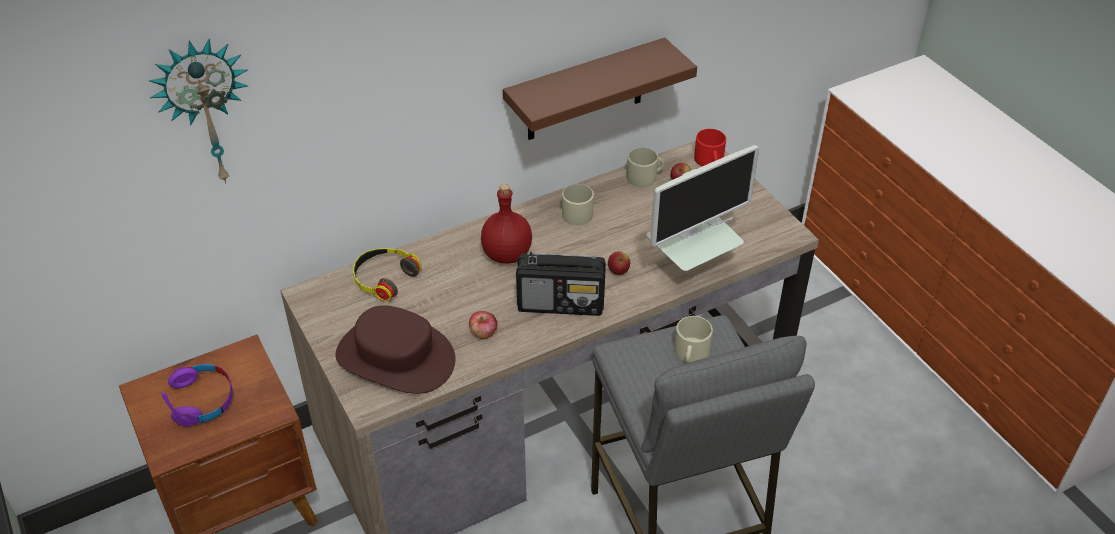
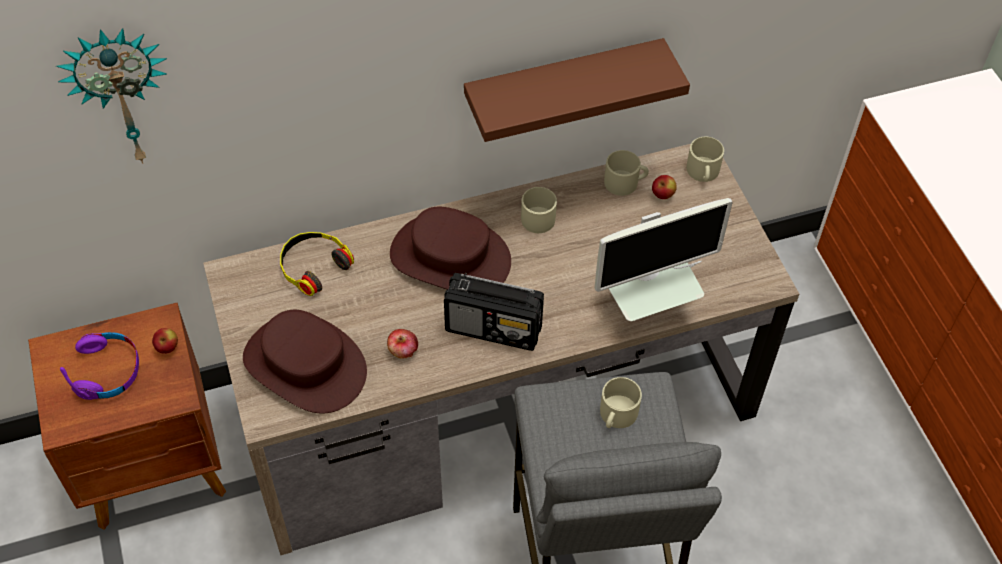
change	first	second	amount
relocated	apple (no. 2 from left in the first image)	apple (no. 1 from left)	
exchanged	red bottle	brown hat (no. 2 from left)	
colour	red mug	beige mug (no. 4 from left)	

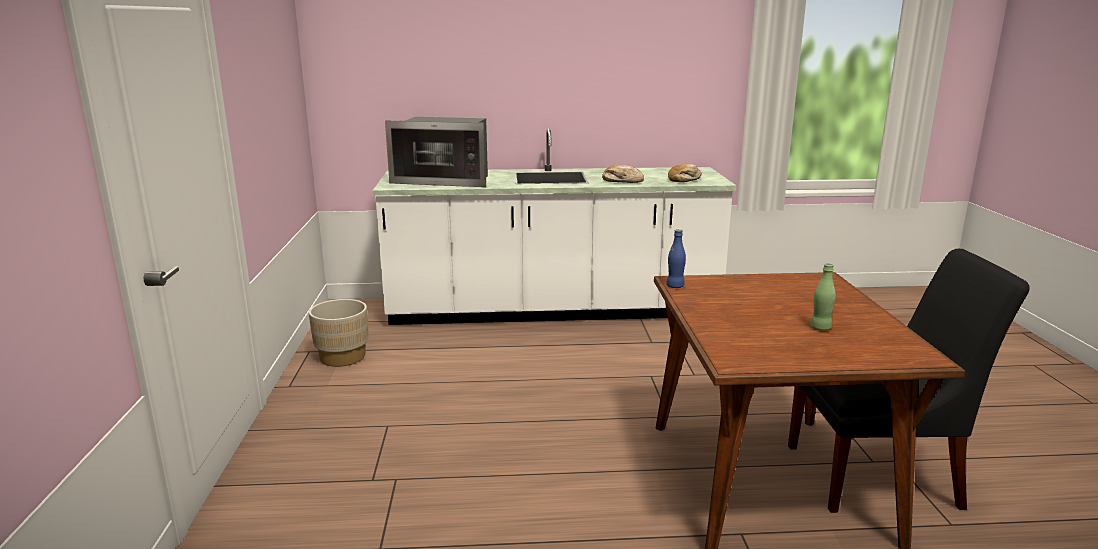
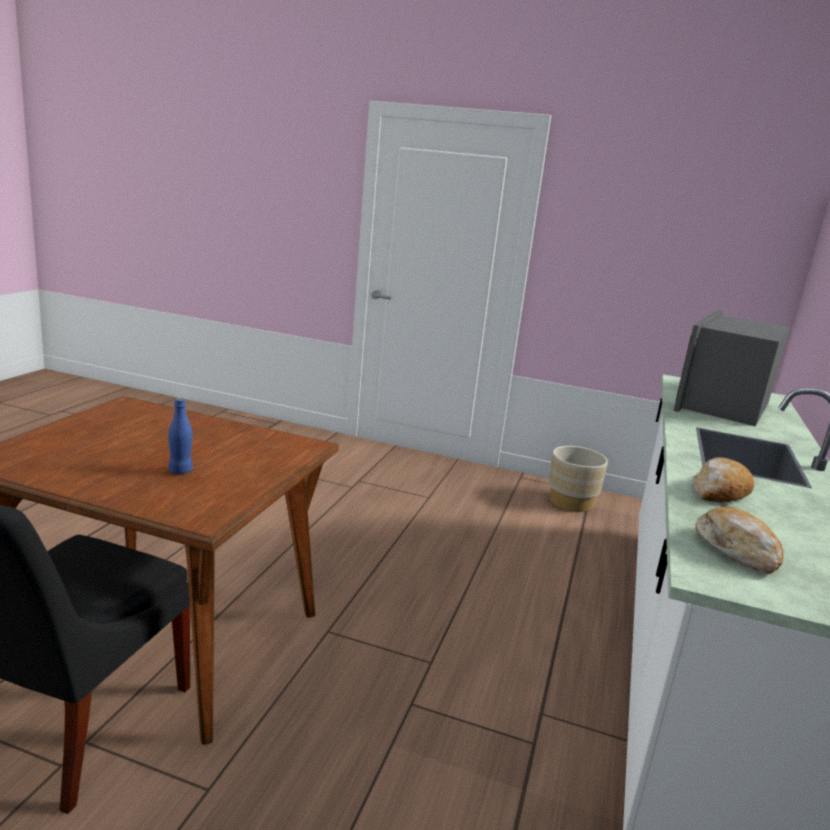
change	first	second	amount
missing	green bottle		
relocated	blue bottle		

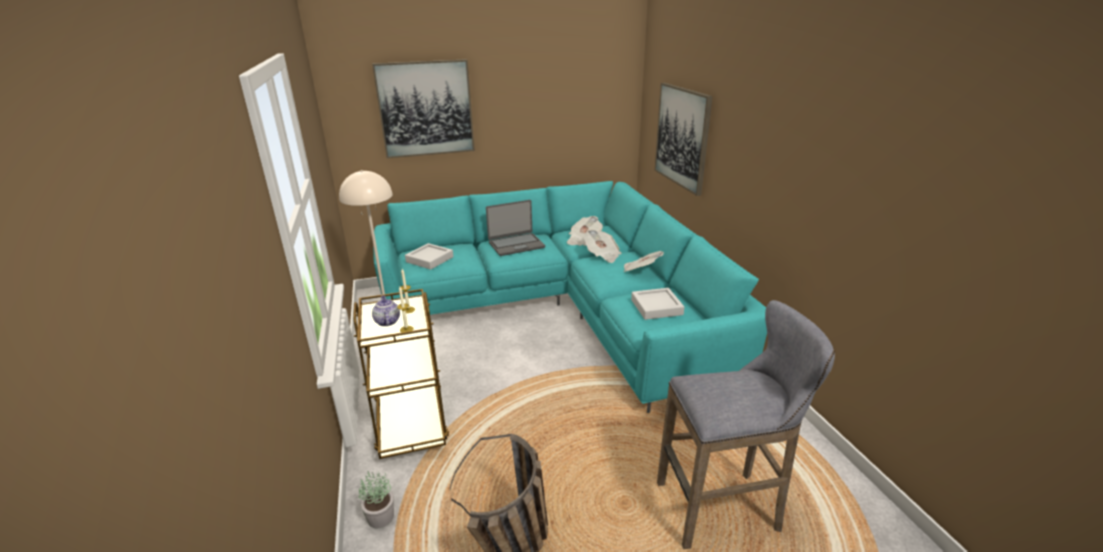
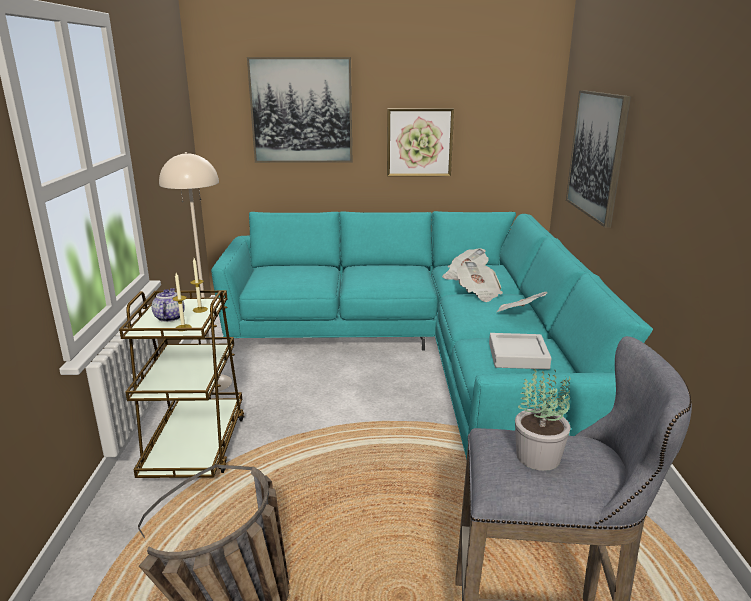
change	first	second	amount
missing	grey tray (no. 1 from left)		
missing	laptop		
appeared		picture (no. 2 from left)	
relocated	potted plant		

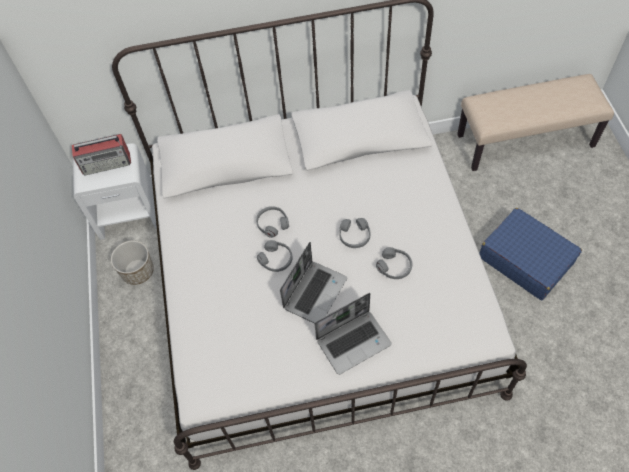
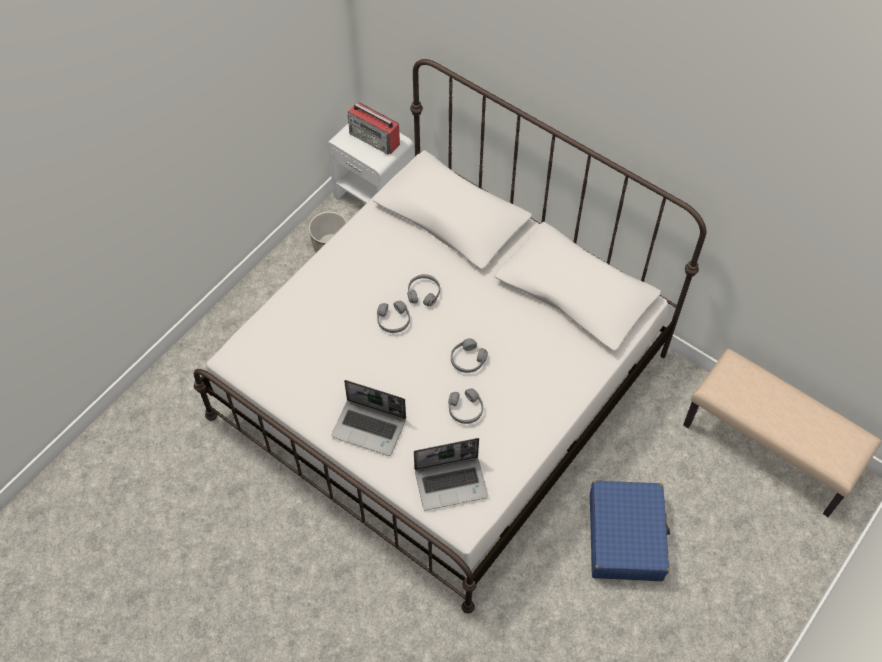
change	first	second	amount
relocated	laptop (no. 1 from left in the first image)	laptop (no. 2 from left)	

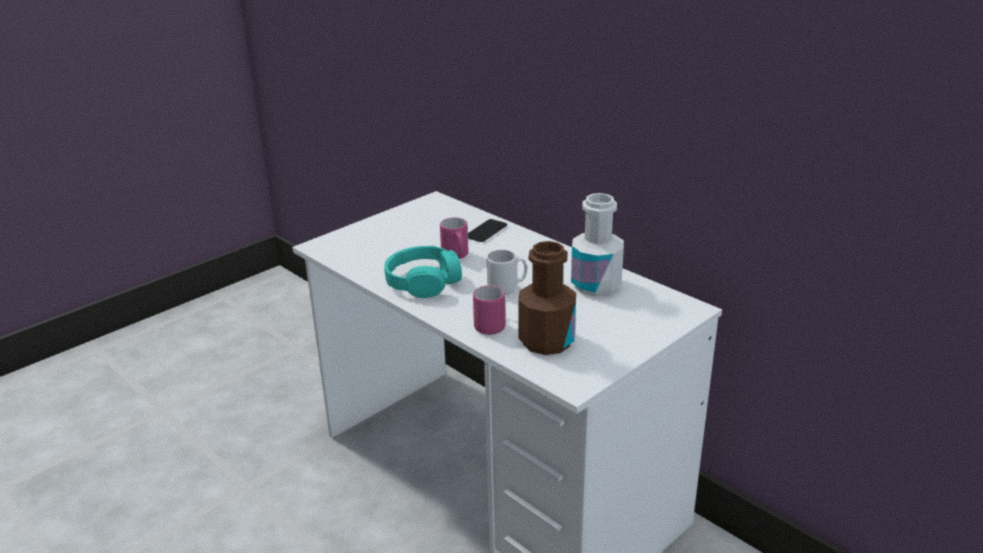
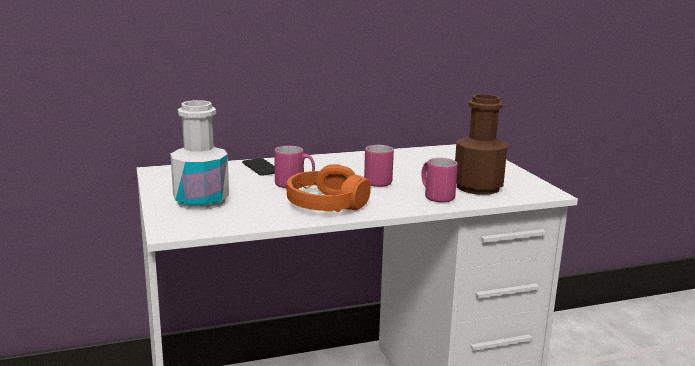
change	first	second	amount
relocated	white bottle		
colour	turquoise headphones	orange headphones	
colour	white mug	pink mug (no. 2 from left)	

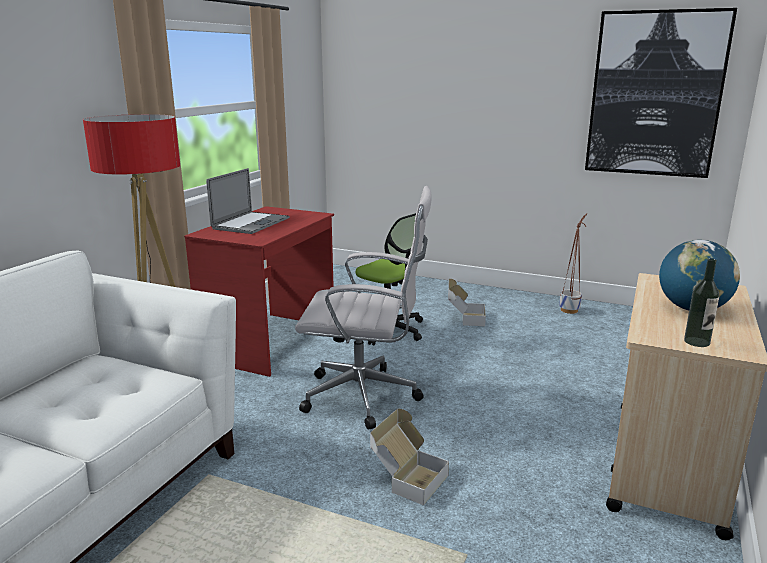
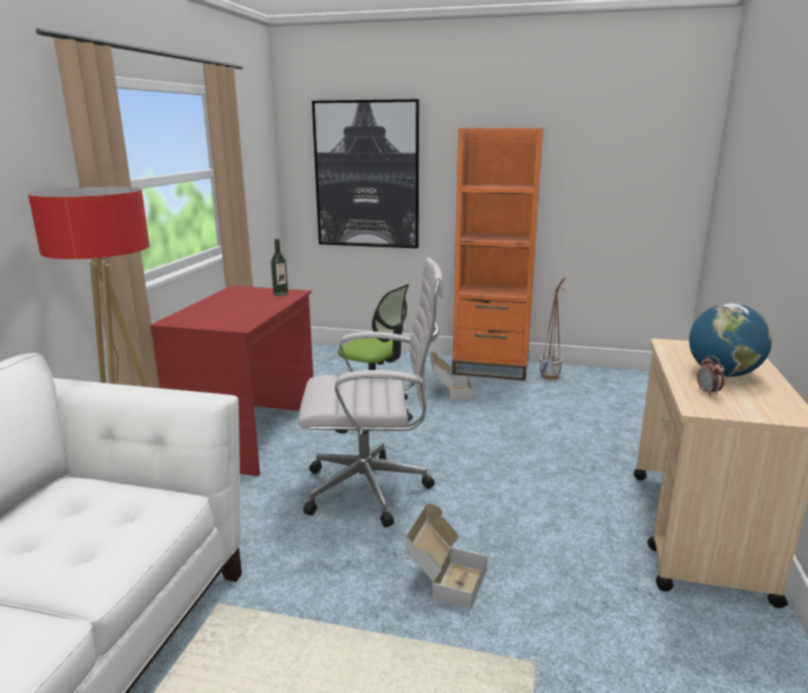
change	first	second	amount
missing	laptop		
appeared		orange bookcase	
appeared		alarm clock	
relocated	picture		
relocated	bottle		

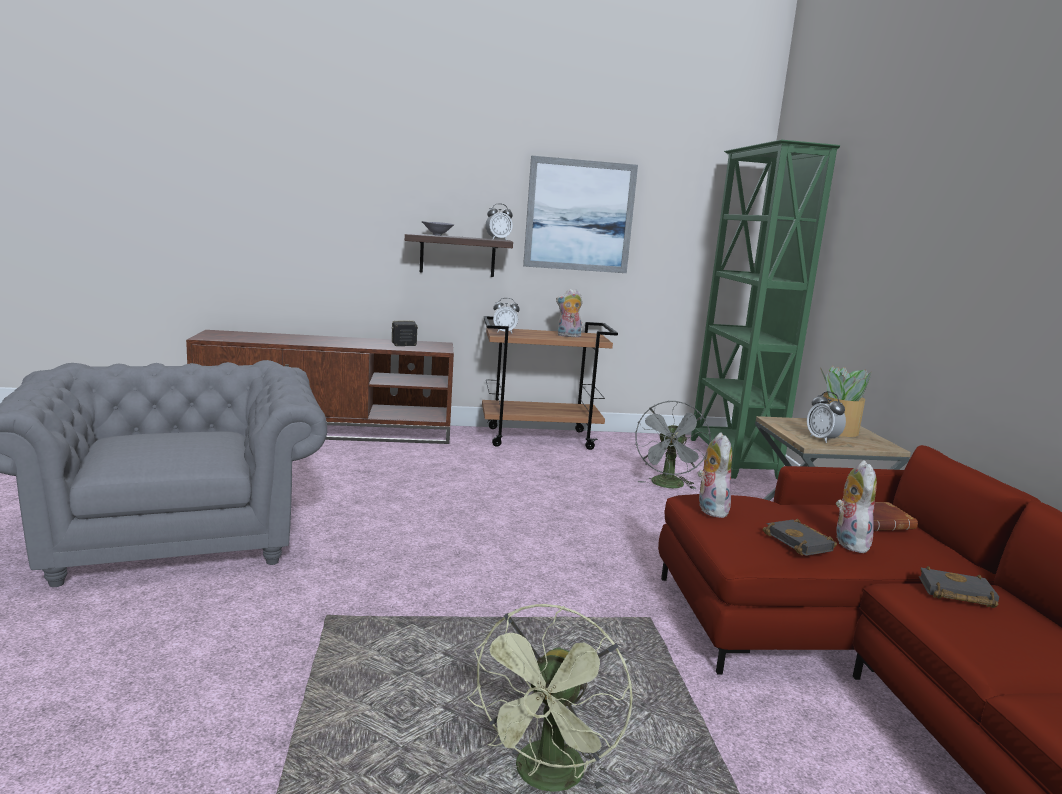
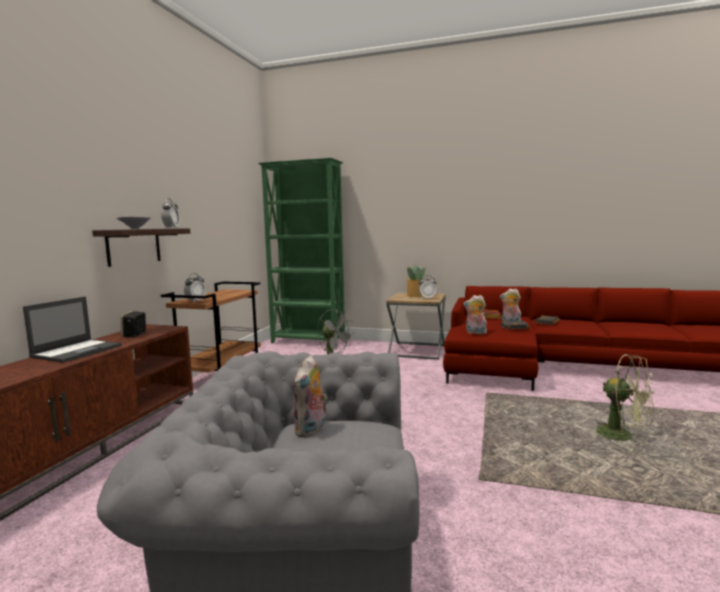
change	first	second	amount
missing	picture		
appeared		laptop	
relocated	plush toy (no. 1 from left)		

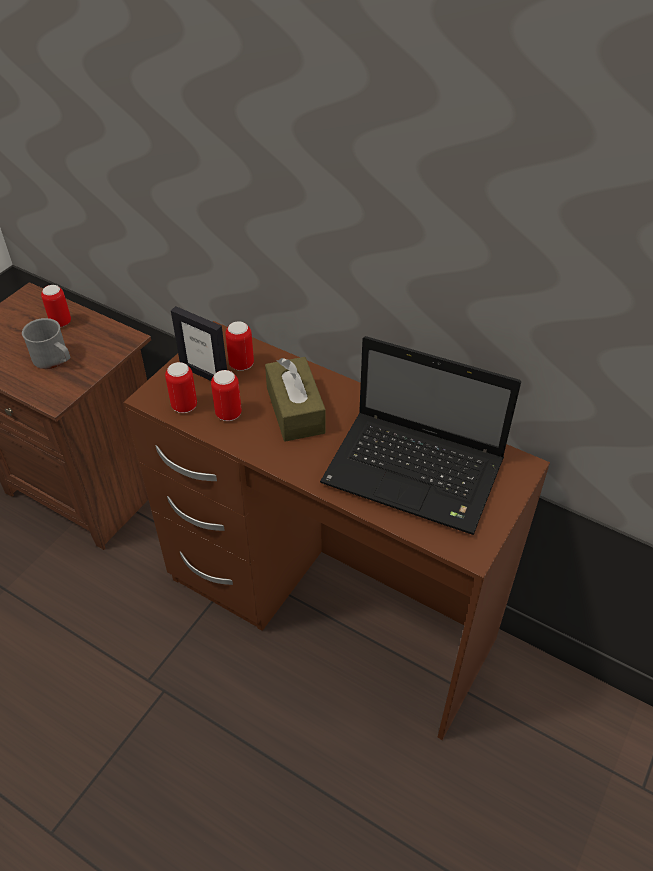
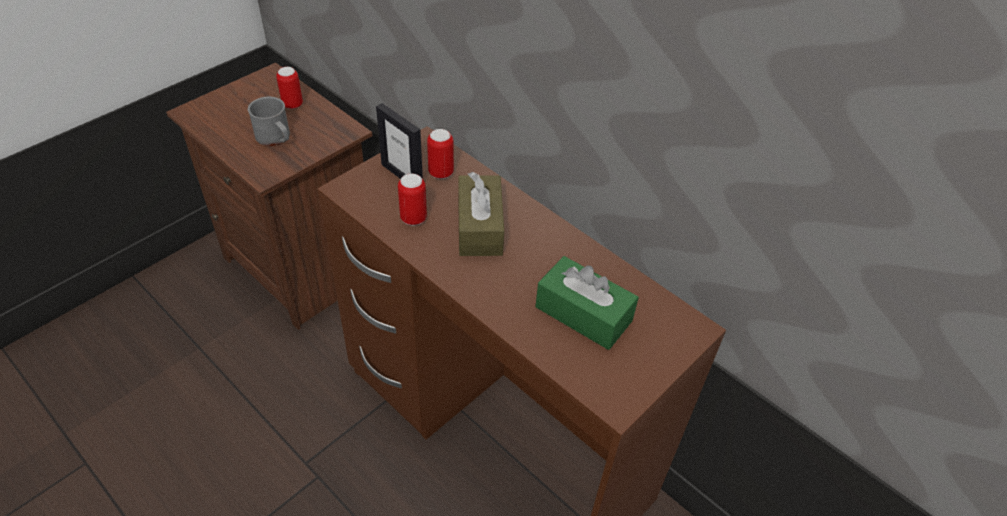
change	first	second	amount
missing	can (no. 2 from left)		
exchanged	laptop	green tissue box	

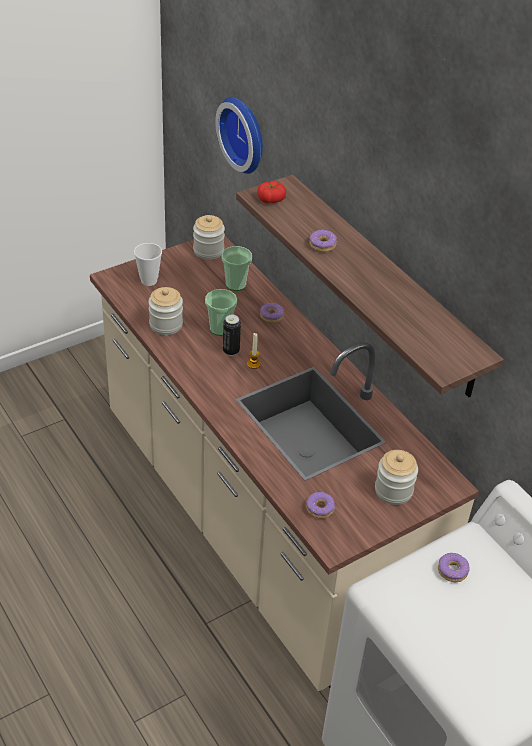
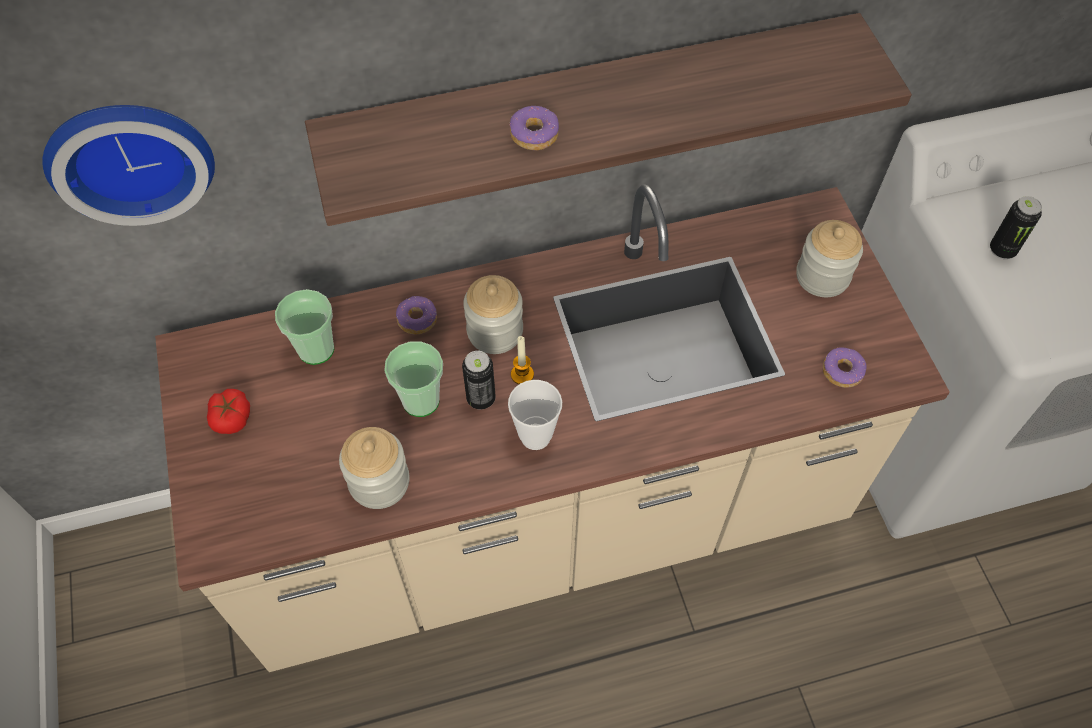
change	first	second	amount
relocated	cup (no. 1 from left in the first image)	cup (no. 3 from left)	
relocated	jar (no. 2 from left)		
relocated	tomato		
exchanged	donut (no. 4 from left)	can (no. 2 from left)	

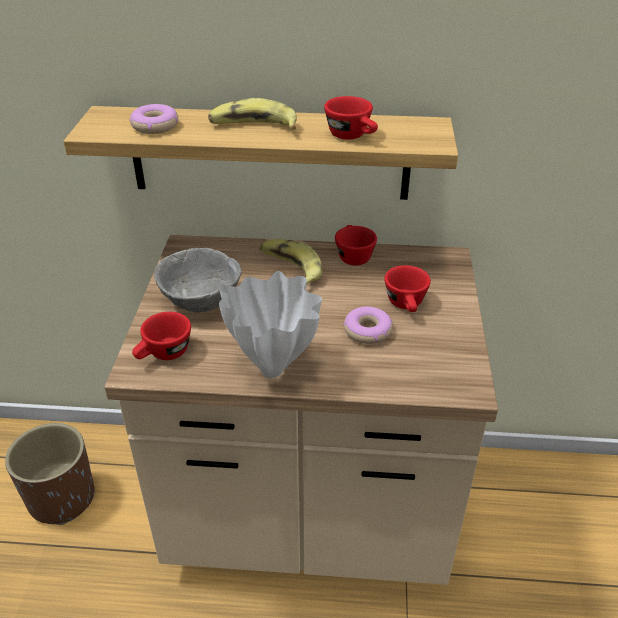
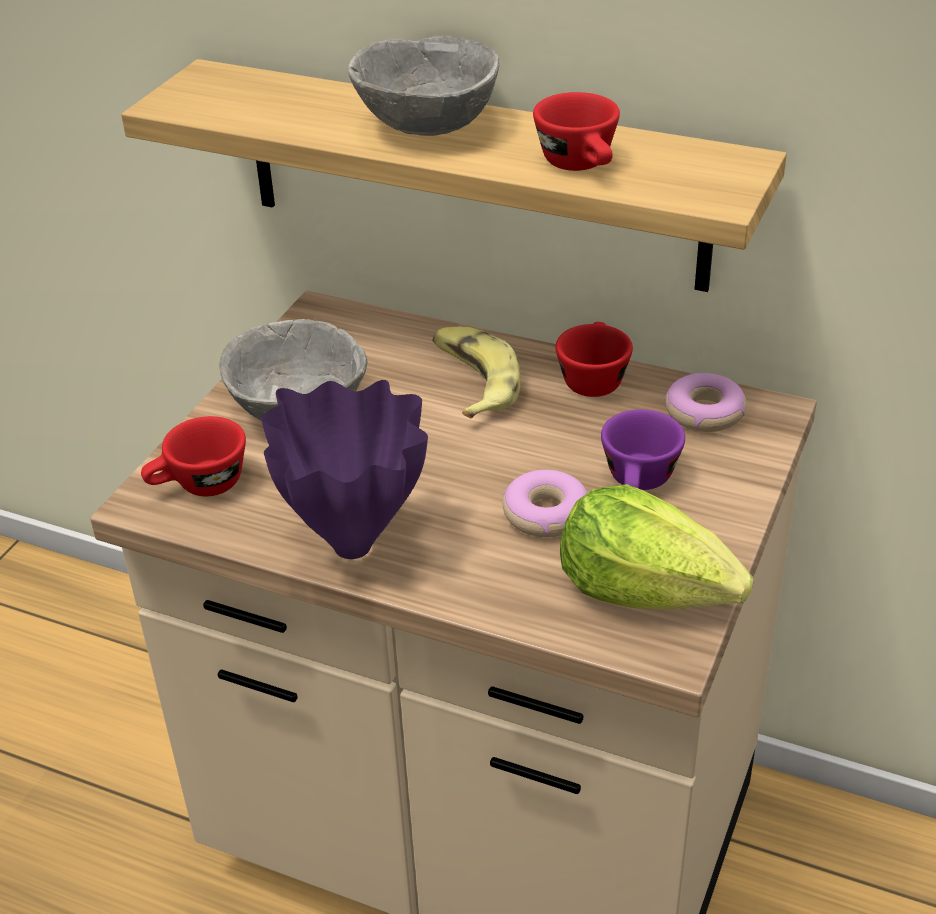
change	first	second	amount
missing	brown planter		
appeared		lettuce	
relocated	donut (no. 1 from left in the first image)	donut (no. 2 from left)	
exchanged	banana (no. 1 from left)	grey bowl (no. 2 from left)	
colour	white vase	purple vase	
colour	red cup (no. 4 from left)	purple cup	

